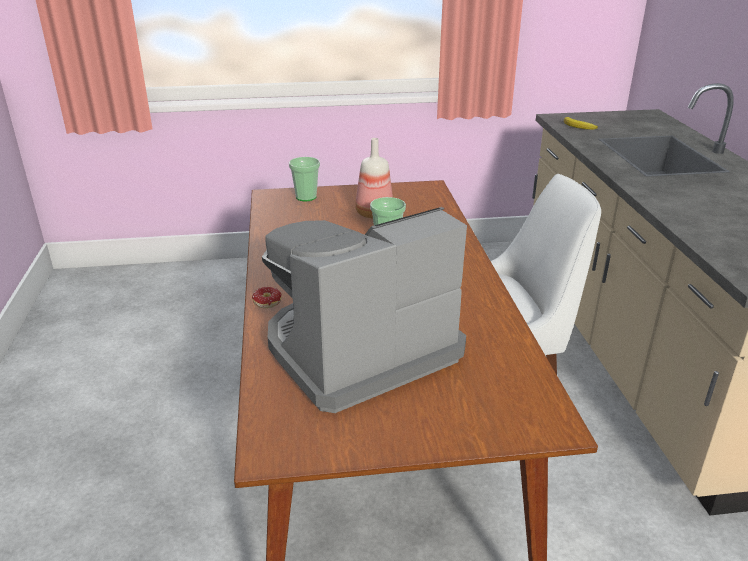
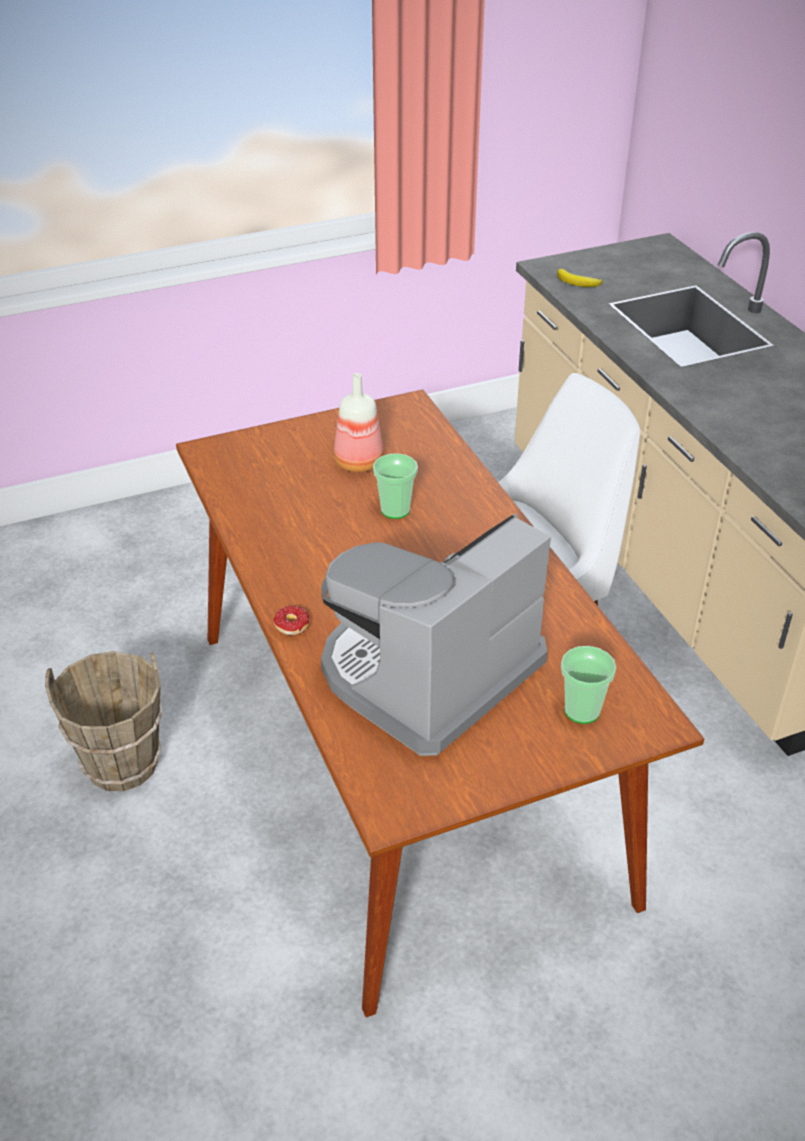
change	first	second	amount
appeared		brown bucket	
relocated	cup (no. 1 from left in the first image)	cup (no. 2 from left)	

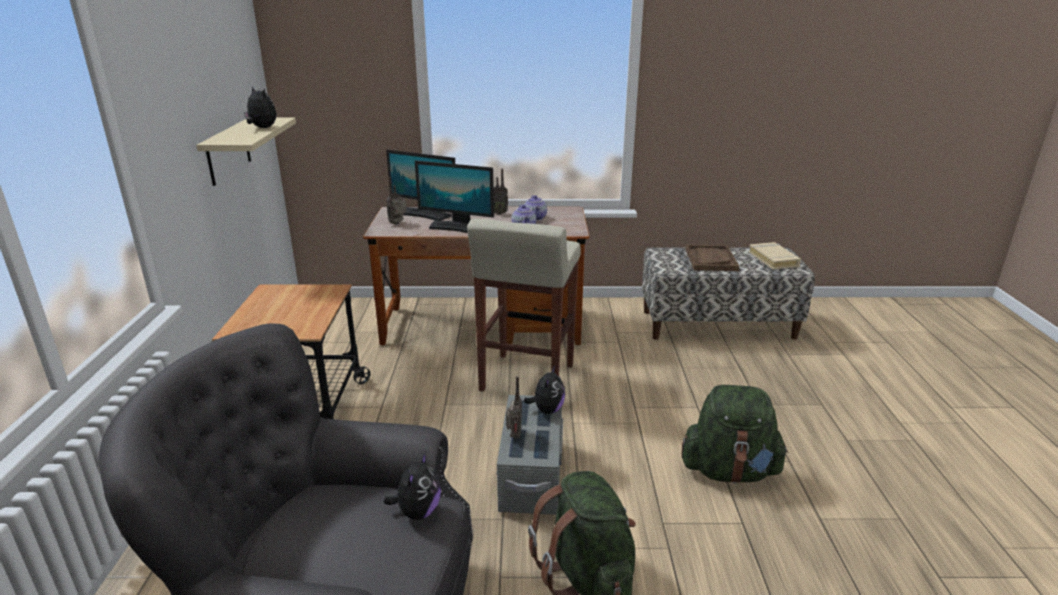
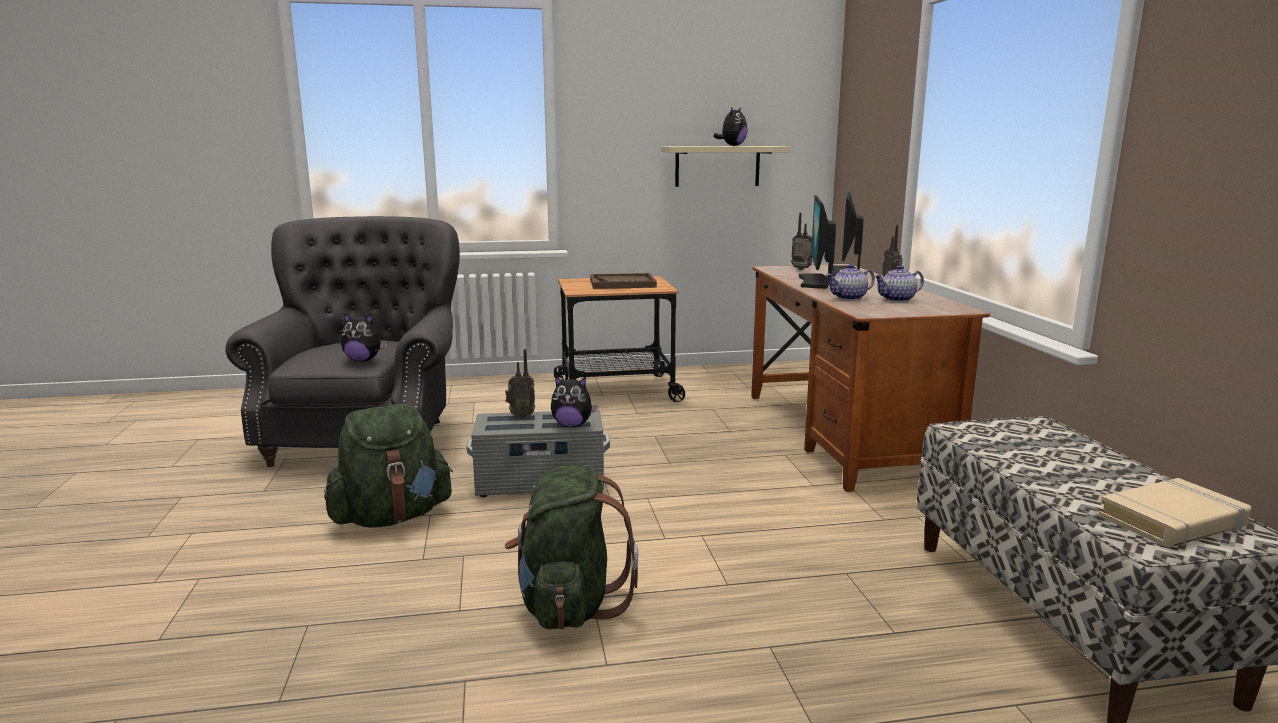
change	first	second	amount
missing	beige stool		
relocated	brown tray		

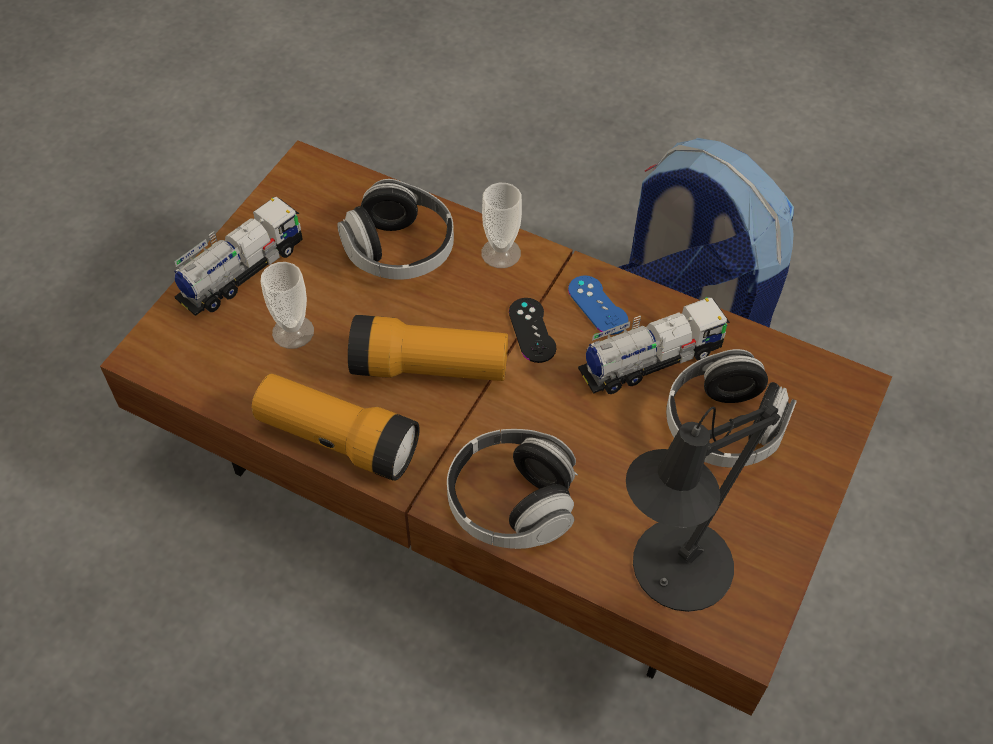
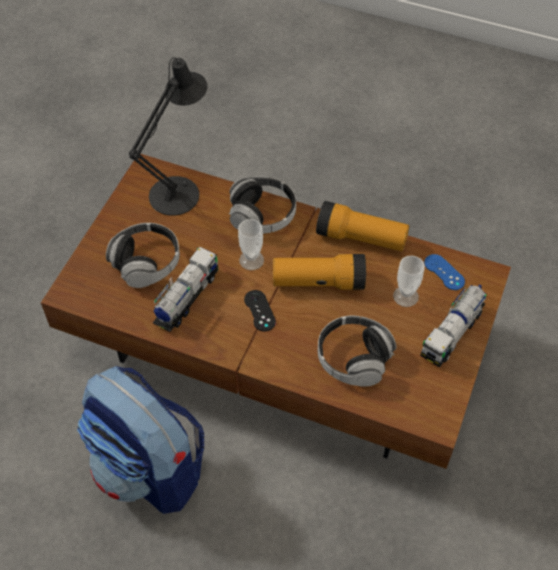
change	first	second	amount
relocated	cup (no. 2 from left in the first image)	cup (no. 1 from left)	
relocated	blue game controller		
spun	toy truck (no. 2 from left in the first image)	toy truck (no. 1 from left)	150 degrees clockwise

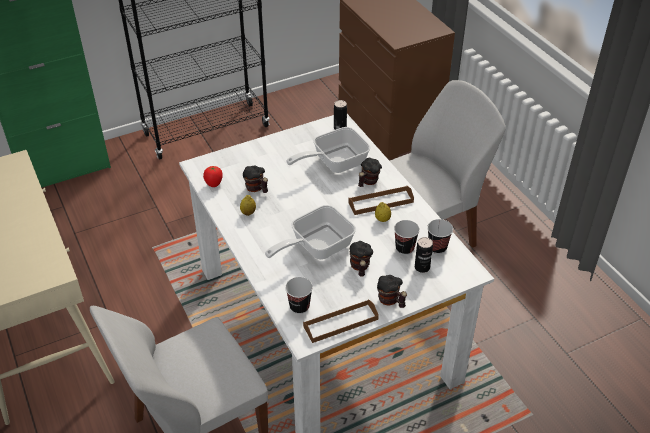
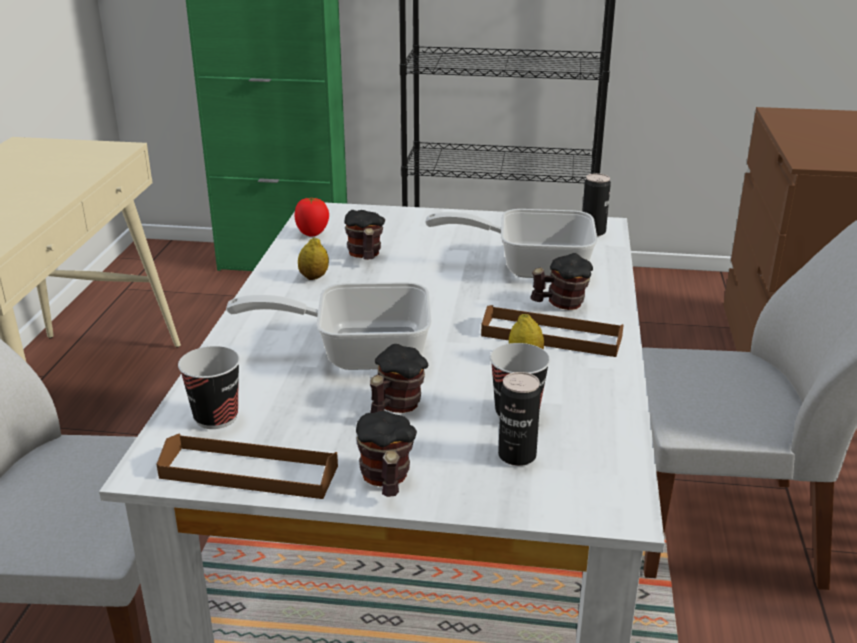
change	first	second	amount
missing	cup (no. 3 from left)		

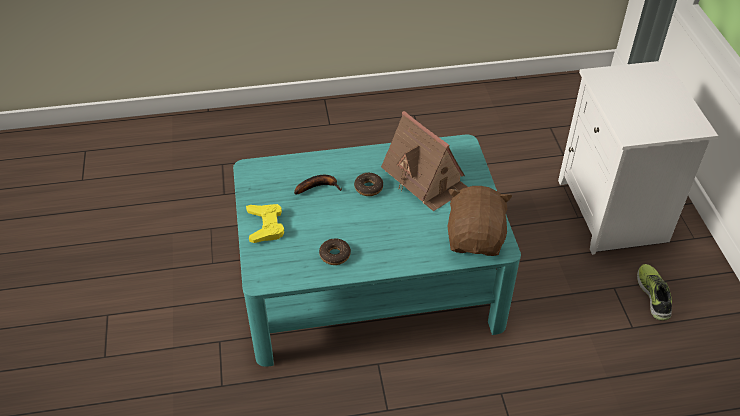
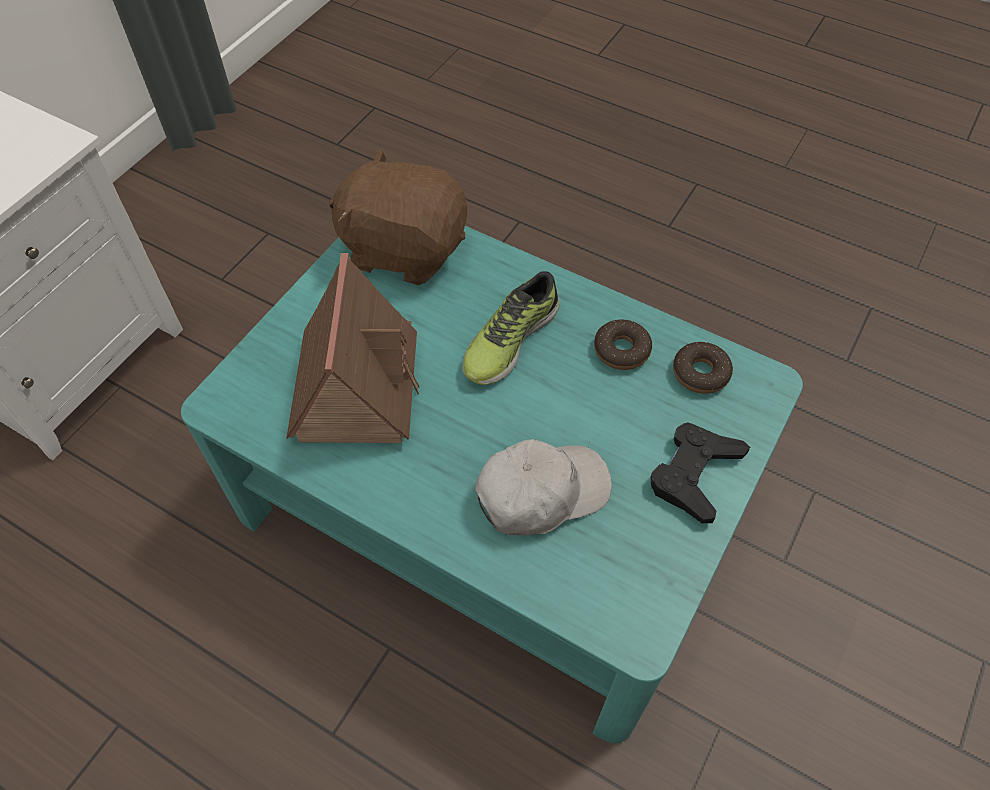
change	first	second	amount
relocated	donut (no. 2 from left)		
relocated	shoe		
exchanged	banana	white cap	
colour	yellow game controller	black game controller	
spun	brown plush toy		60 degrees clockwise

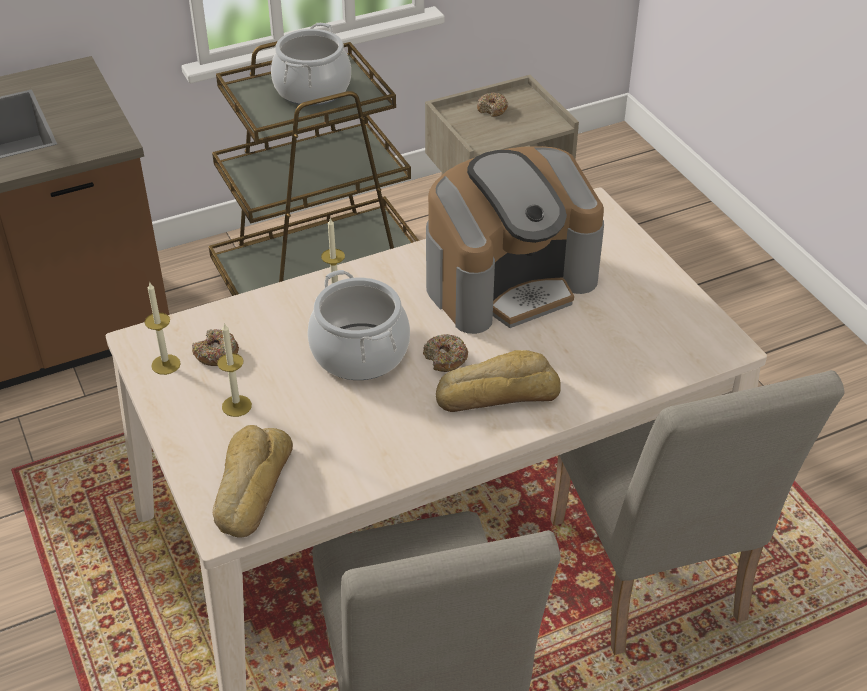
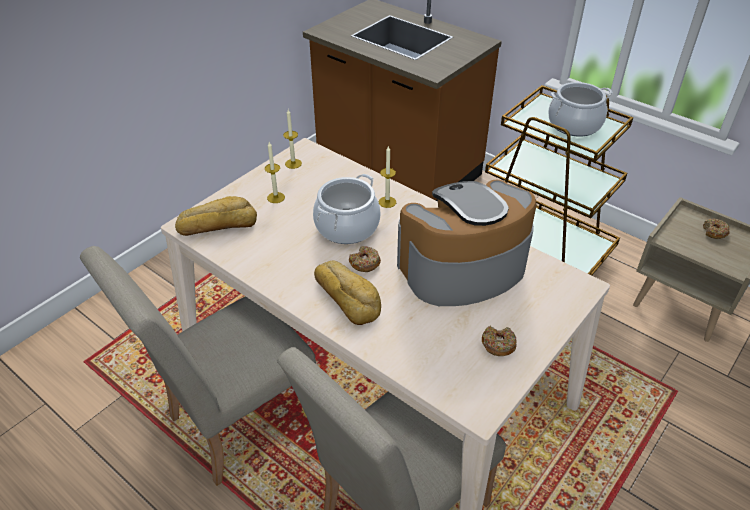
change	first	second	amount
relocated	donut (no. 1 from left in the first image)	donut (no. 2 from left)	
spun	coffee machine		120 degrees clockwise

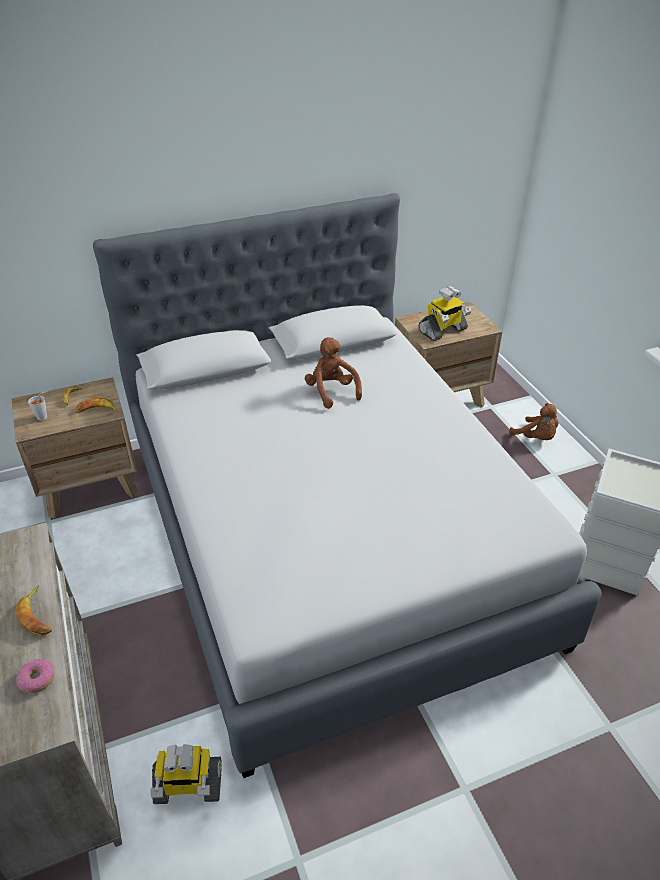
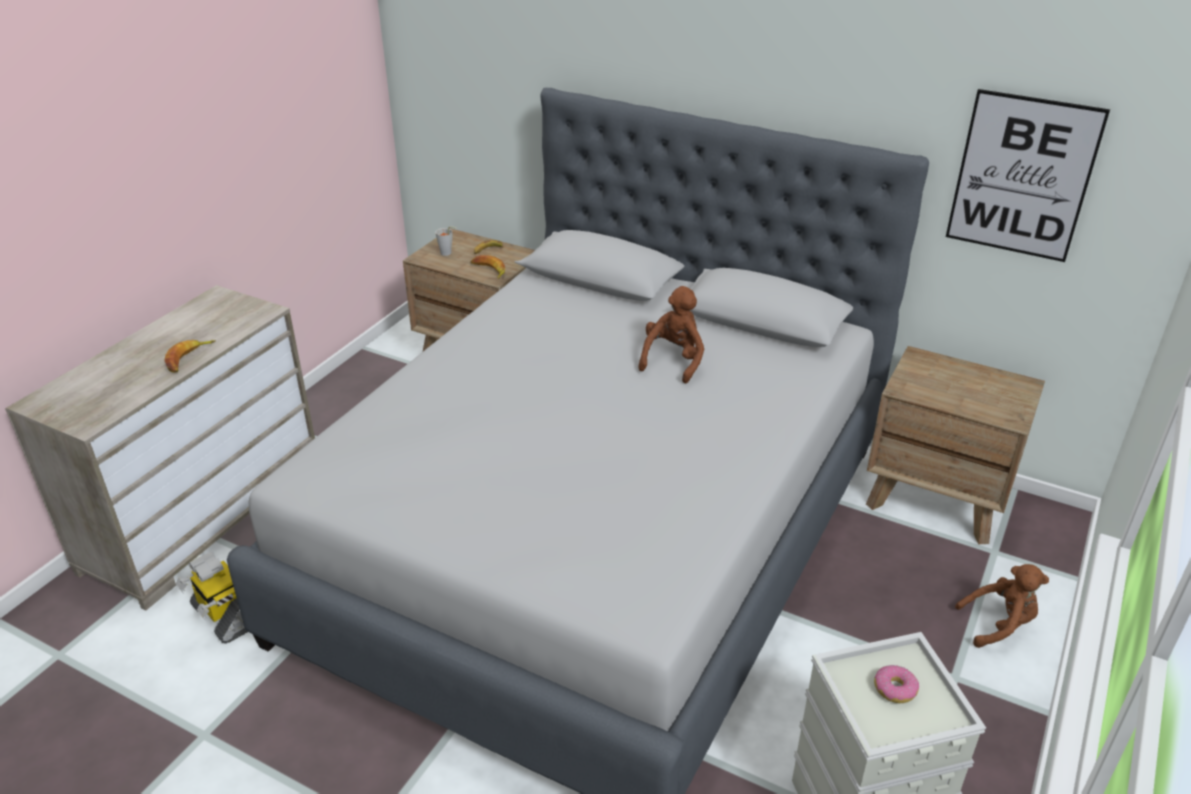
change	first	second	amount
missing	toy robot (no. 2 from left)		
appeared		picture	
relocated	donut		
spun	brown plush toy (no. 2 from left)		105 degrees counterclockwise

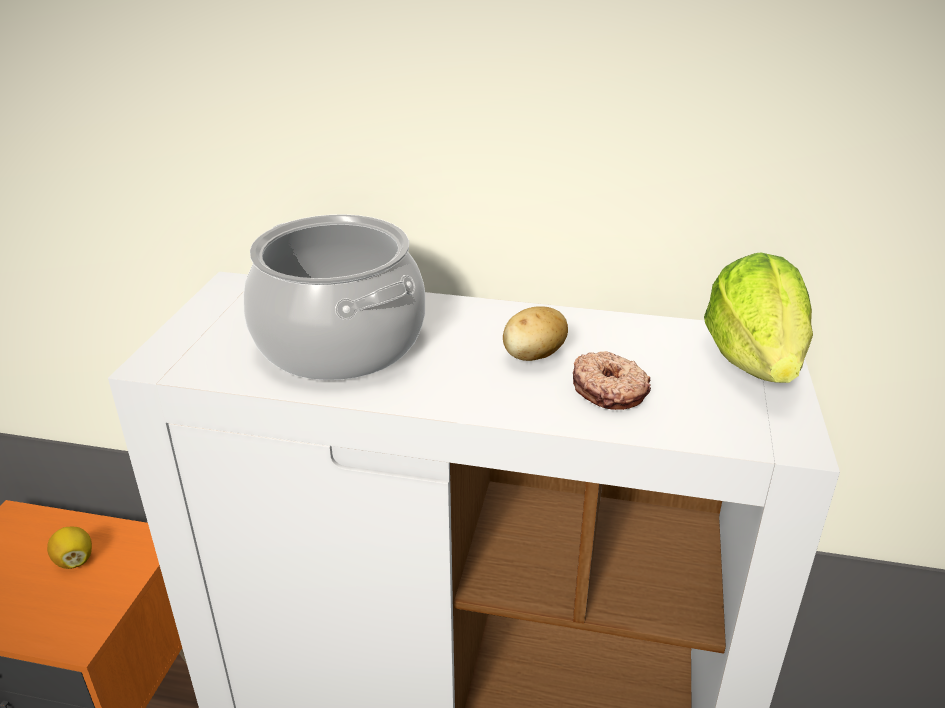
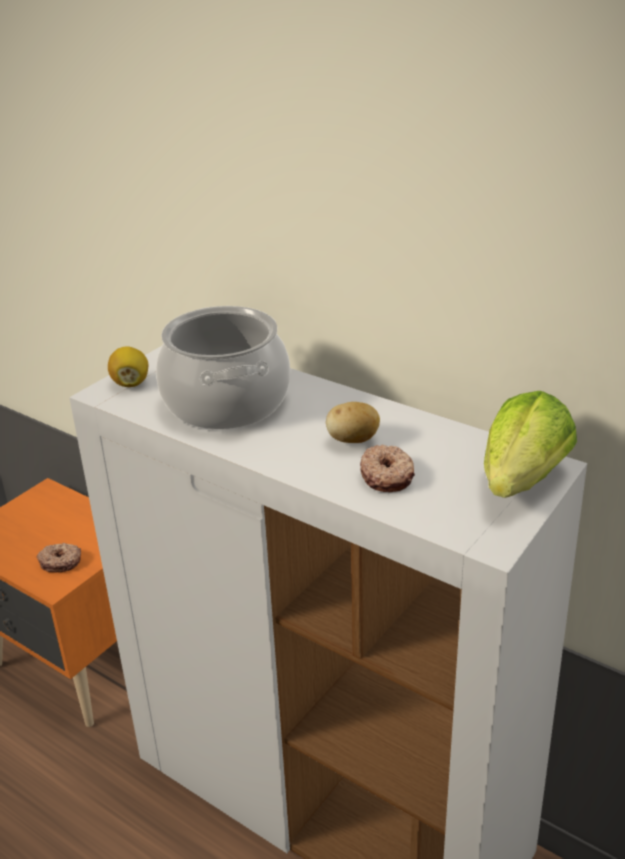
change	first	second	amount
appeared		donut (no. 1 from left)	
relocated	lemon		

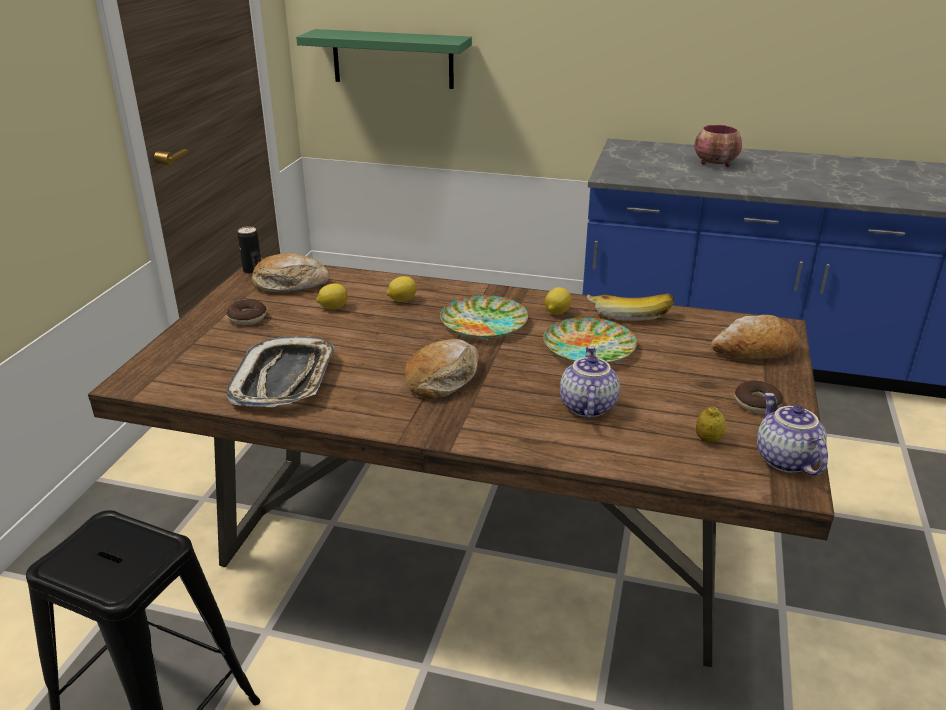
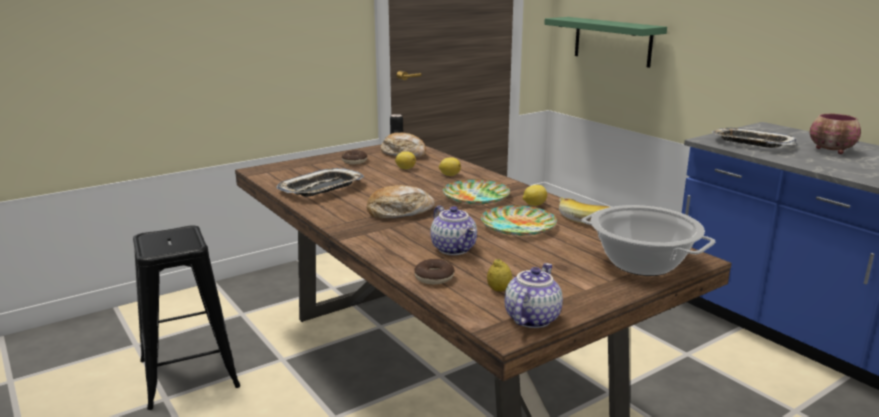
change	first	second	amount
appeared		tray (no. 2 from left)	
relocated	donut (no. 2 from left)		
exchanged	bread (no. 3 from left)	cooking pot	
spun	teapot (no. 1 from left)		105 degrees clockwise

